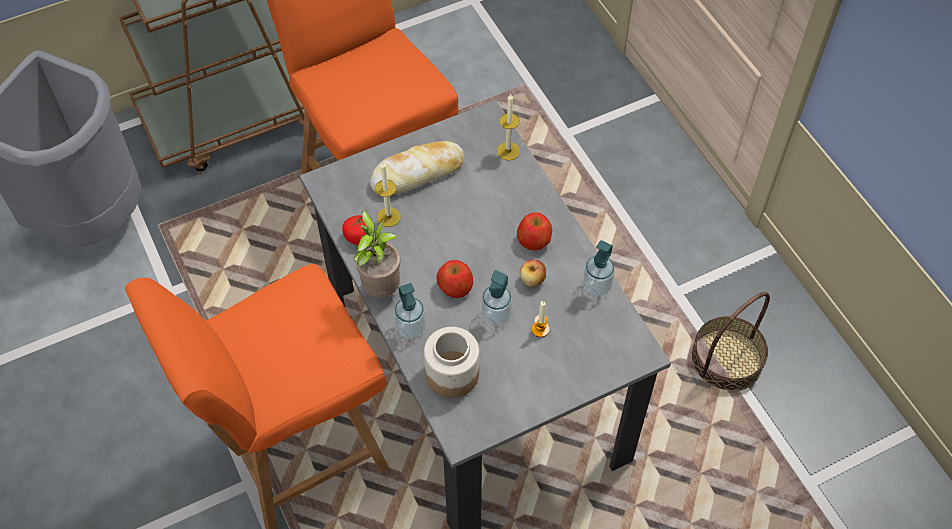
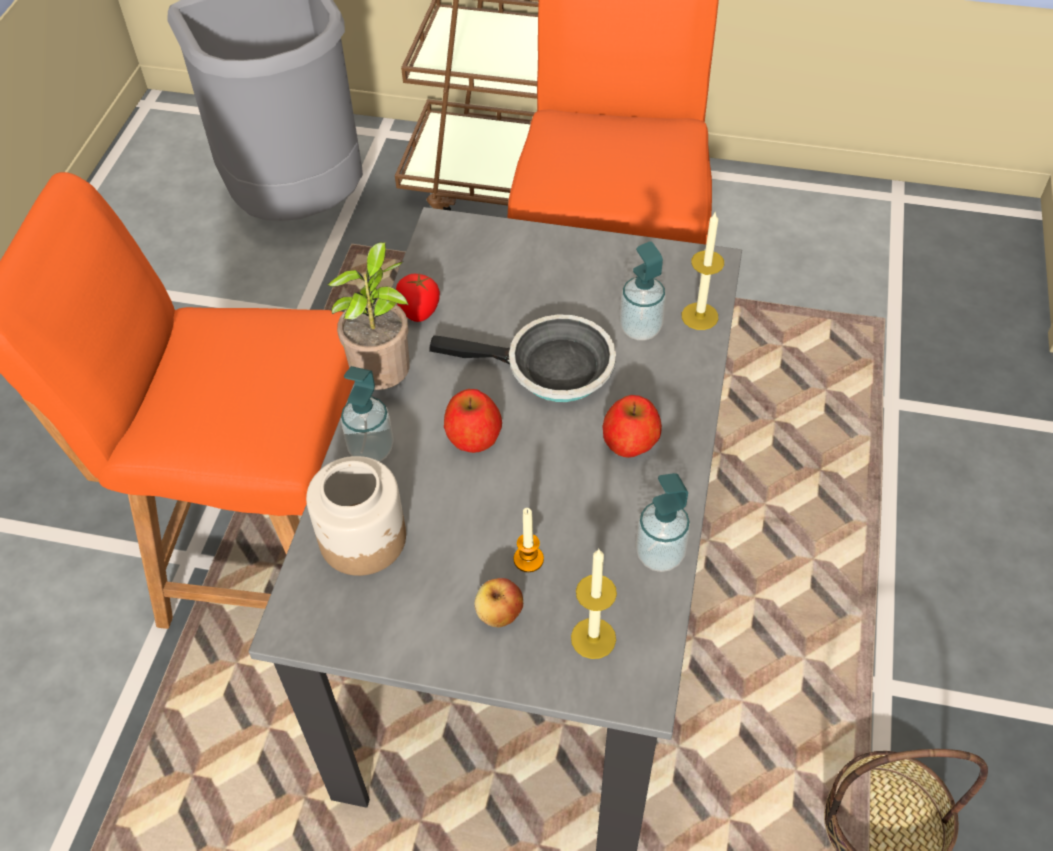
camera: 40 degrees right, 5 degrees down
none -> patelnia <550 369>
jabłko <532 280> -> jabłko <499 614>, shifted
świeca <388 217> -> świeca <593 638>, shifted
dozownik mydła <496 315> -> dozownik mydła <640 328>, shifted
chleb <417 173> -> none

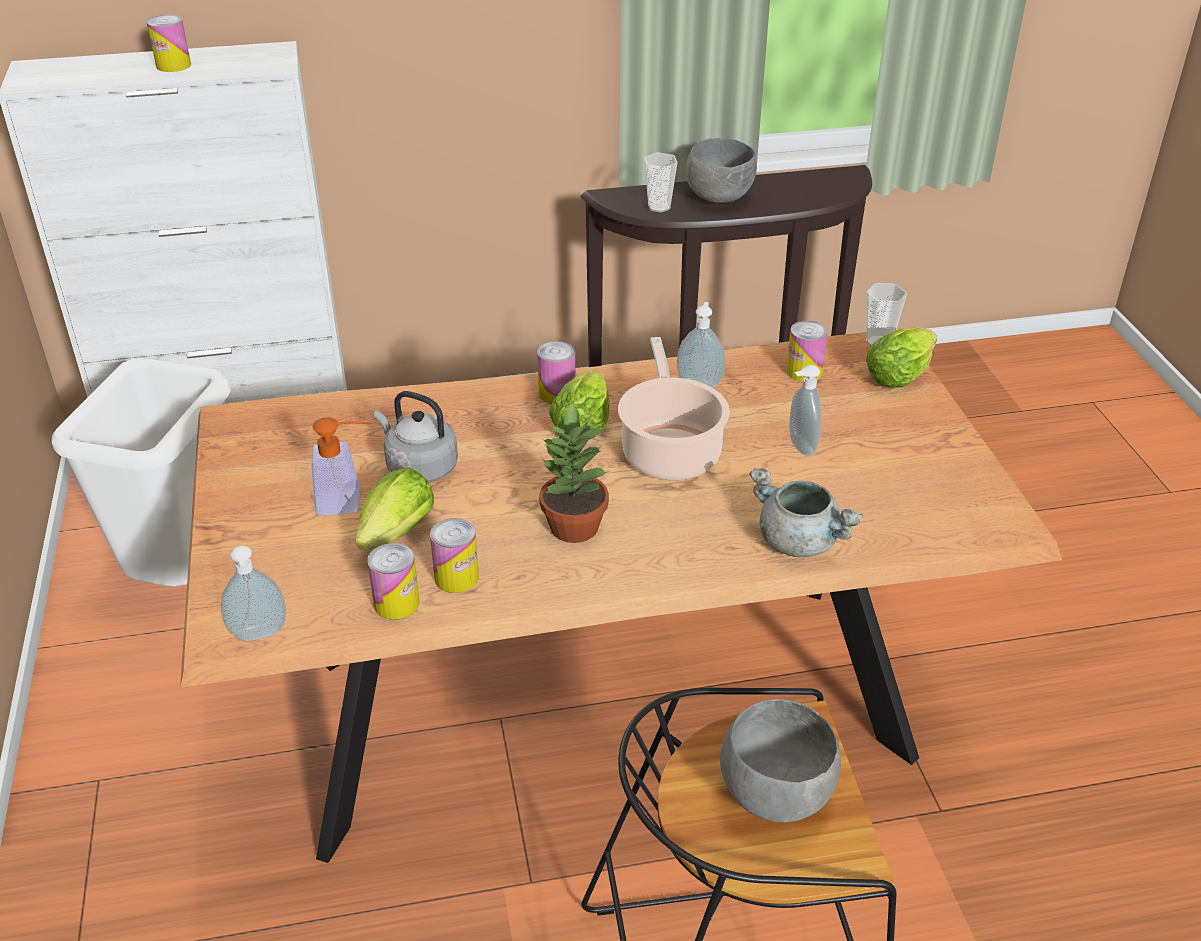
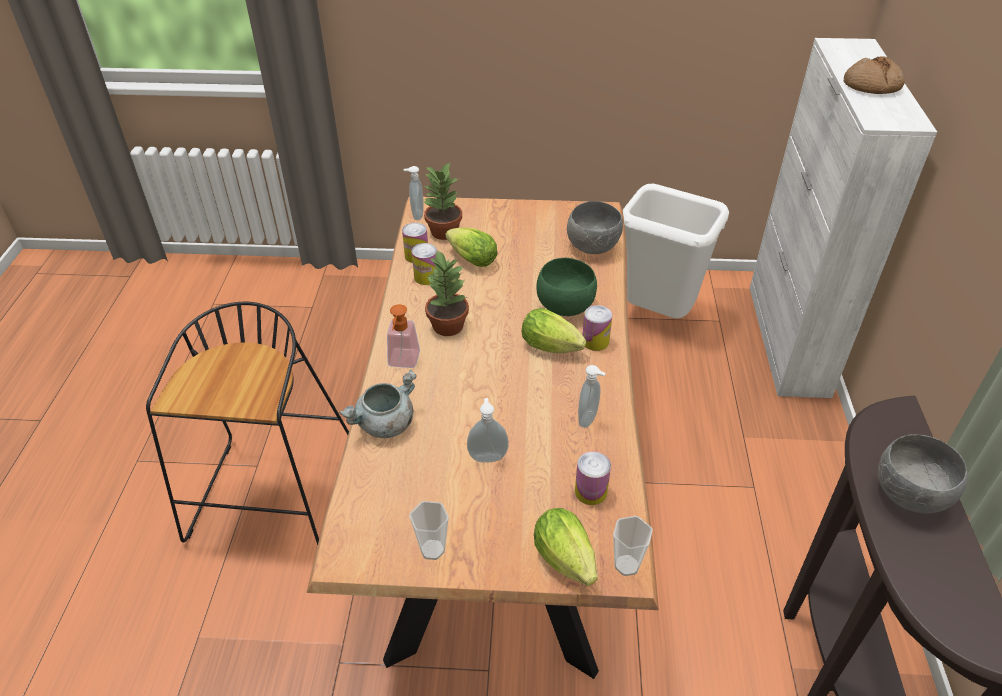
camera: 105 degrees right, 5 degrees up
dozownik mydła <347 501> -> dozownik mydła <402 363>, shifted
filiżanka <659 207> -> filiżanka <432 549>, shifted
none -> roślina doniczkowa <443 232>
none -> miska/zielony <564 306>
miska/szary <775 792> -> miska/szary <594 247>, shifted
puszka <173 65> -> chleb <871 86>
czajnik/szary <419 467> -> none
garnek <670 451> -> none

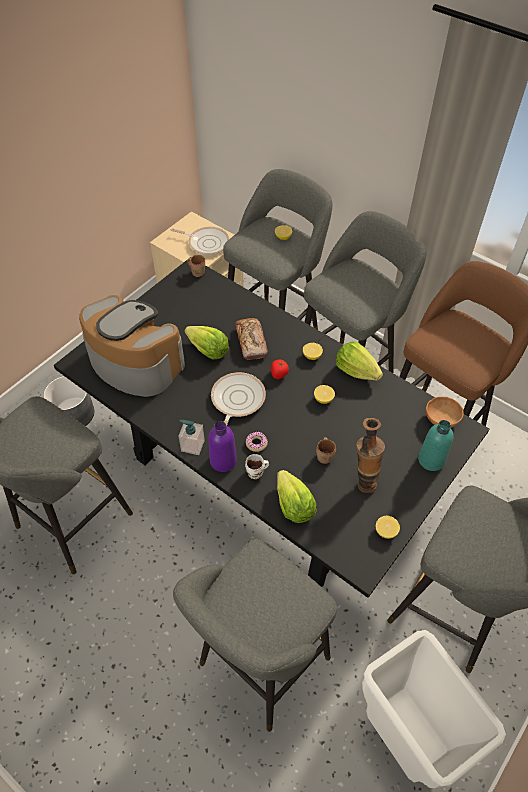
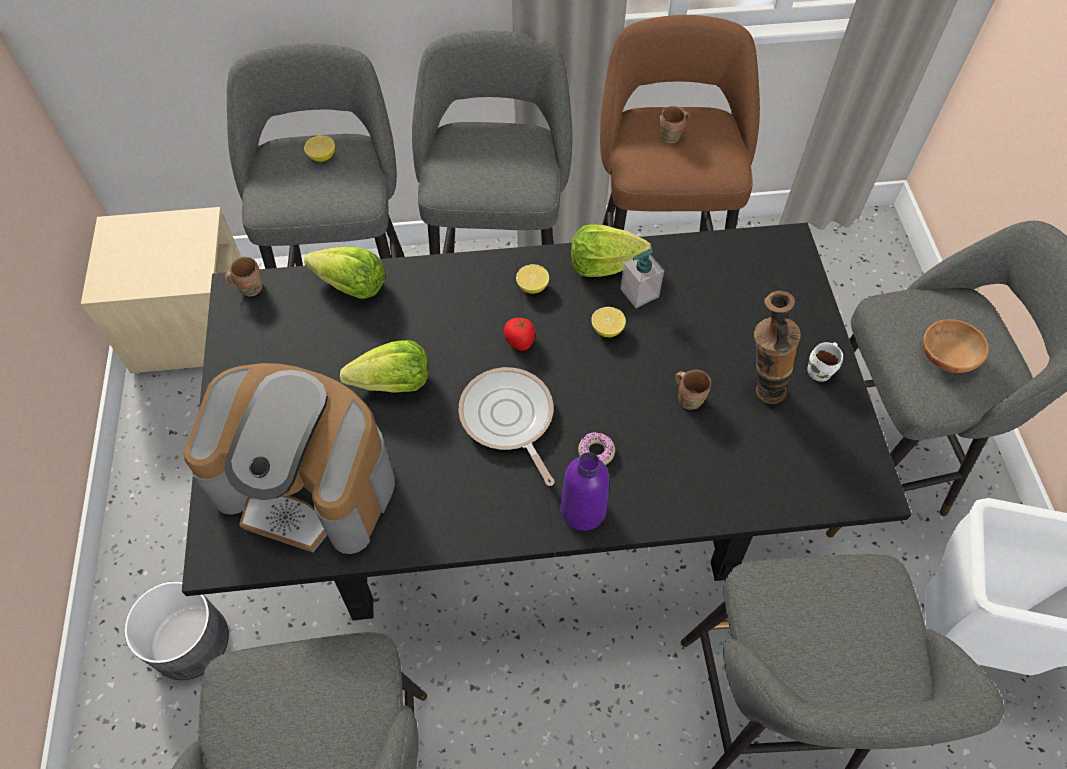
camera: 45 degrees left, 5 degrees up
ekspres do kawy <135 363> -> ekspres do kawy <309 484>, 150 degrees counterclockwise
sałata <293 505> -> sałata <351 286>, shifted
dozownik mydła <192 445> -> dozownik mydła <639 293>, shifted
none -> kubek/brązowy <671 137>
kubek/biały <256 473> -> kubek/biały <821 371>, shifted
miska/brązowy <441 419> -> miska/brązowy <945 357>, shifted
patelnia <206 243> -> none
chleb <251 342> -> none
cytryna <386 531> -> none
butelka/turkusowy <431 460> -> none

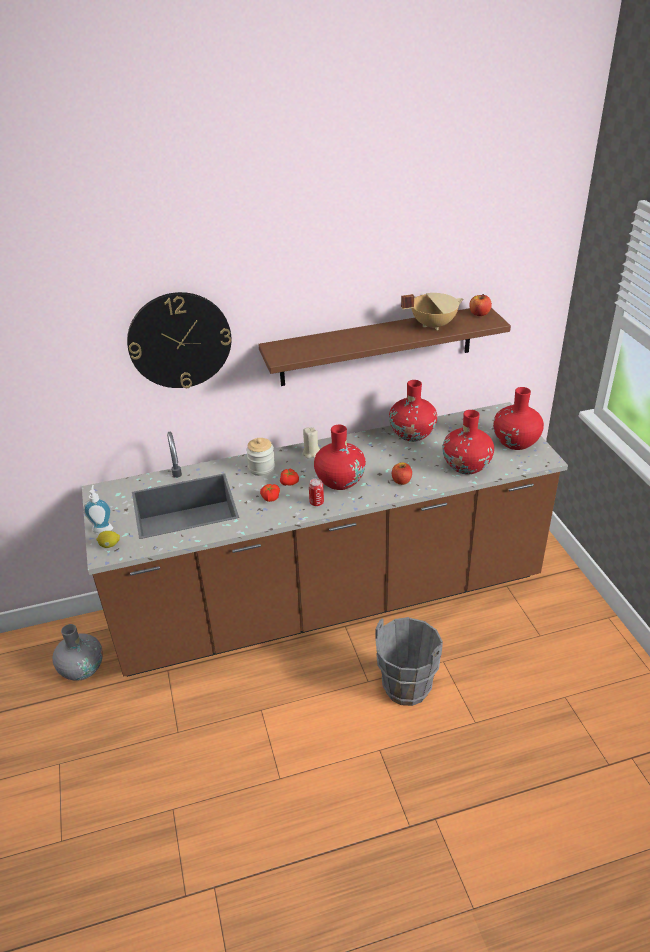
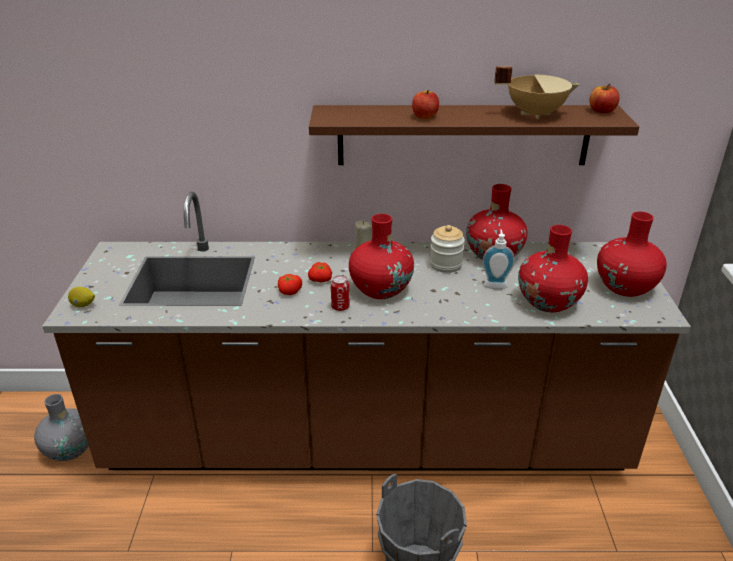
camera: 15 degrees right, 5 degrees down
jabłko <401 481> -> jabłko <424 116>, shifted
słoik <262 468> -> słoik <445 264>, shifted
dozownik mydła <103 528> -> dozownik mydła <495 284>, shifted
zegar ścienny <179 340> -> none

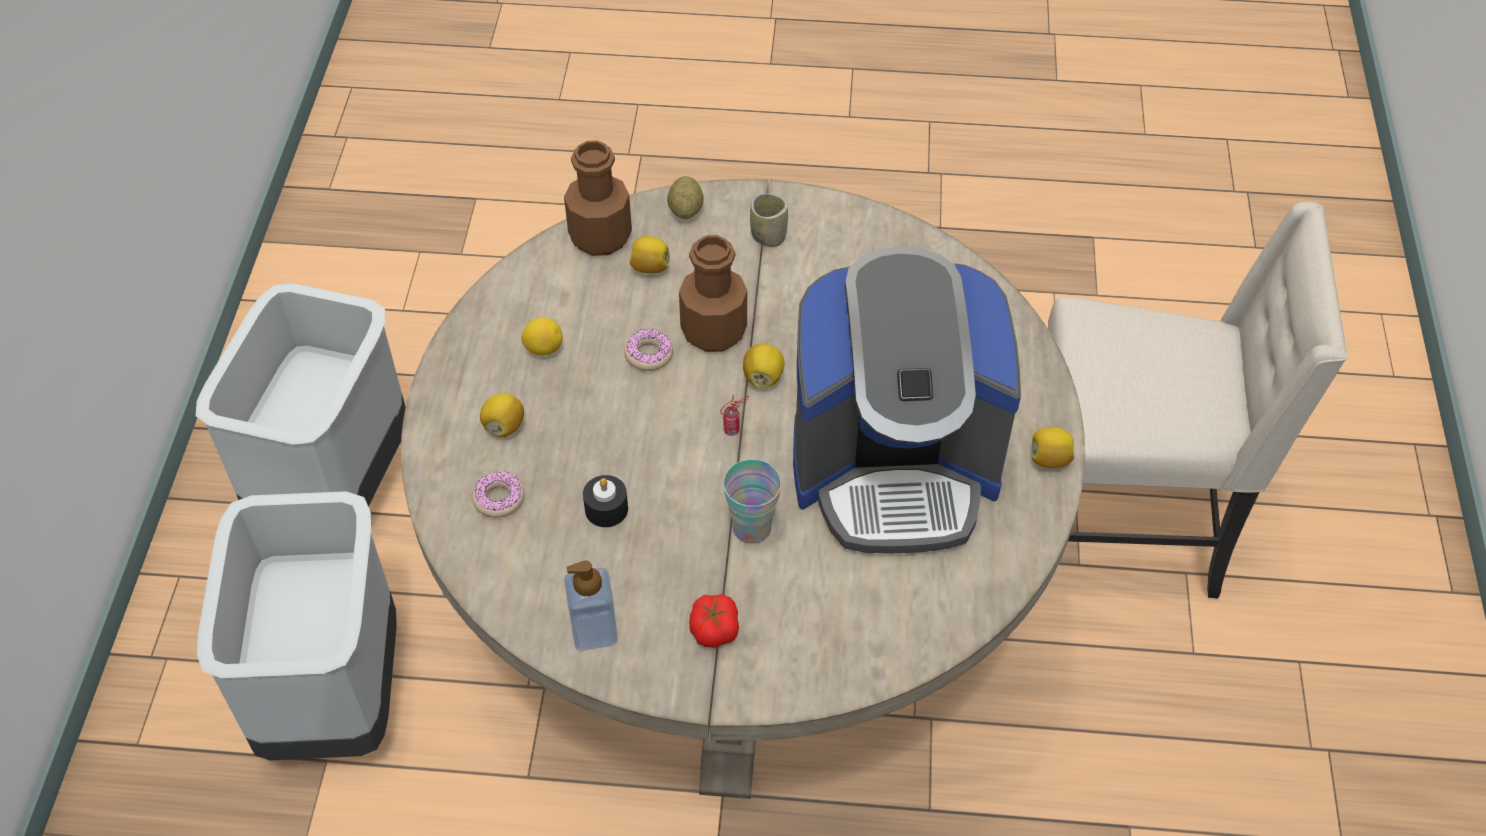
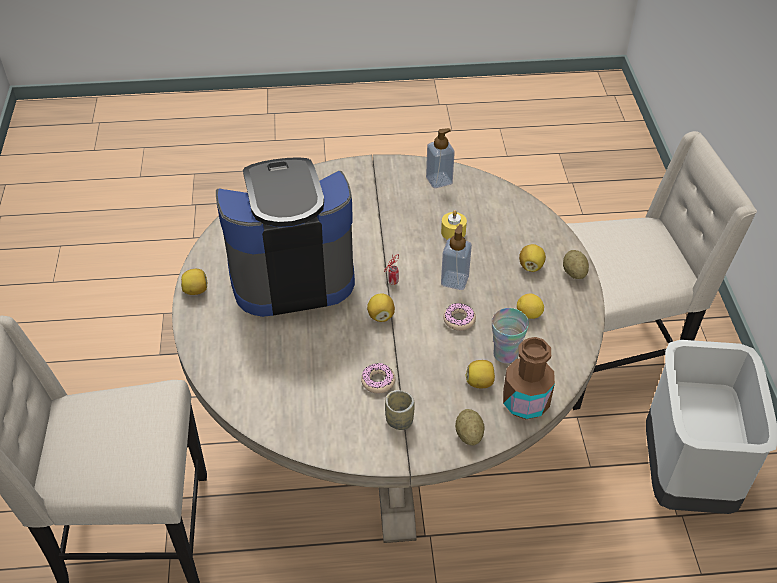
camera: 170 degrees right, 5 degrees down
donut <499 499> -> donut <378 381>, shifted
świeca/czarny <606 509> -> świeca/żółty <453 232>
none -> dozownik mydła <454 280>
filiżanka <751 528> -> filiżanka <505 354>, shifted
none -> ziemniak <574 273>
kosz na śmieci/szary <332 695> -> krzesło/beżowy <610 355>
butelka/brązowy <713 331> -> none
pomidor <714 628> -> none

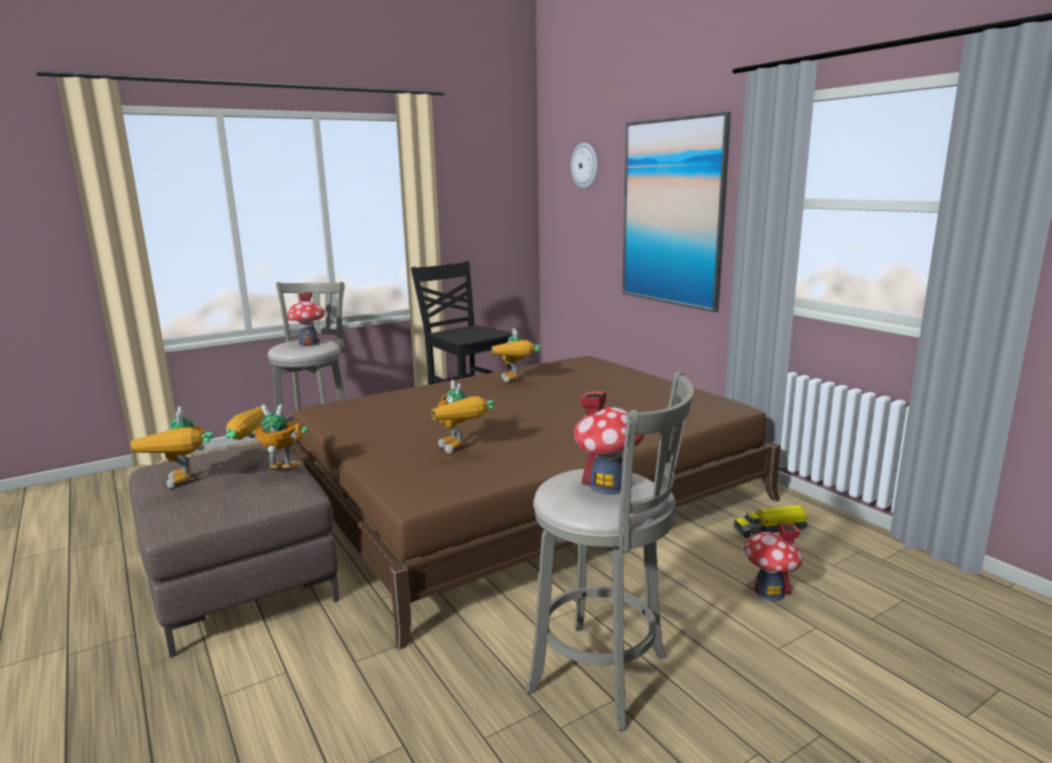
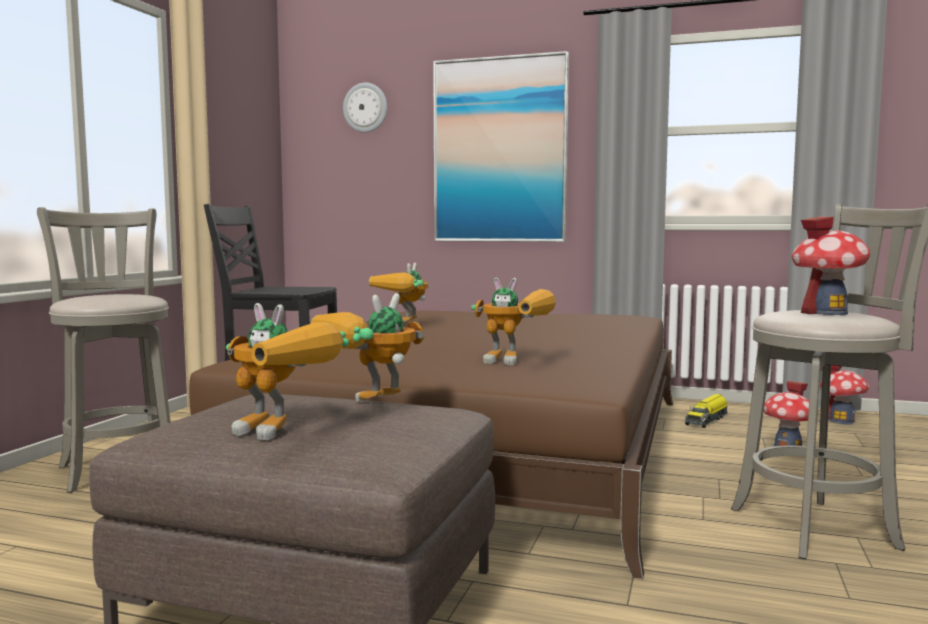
camera: 40 degrees left, 10 degrees down
robot zabawkowy <515 381> -> robot zabawkowy <405 325>, 75 degrees clockwise
domek <309 343> -> domek <841 421>, shifted

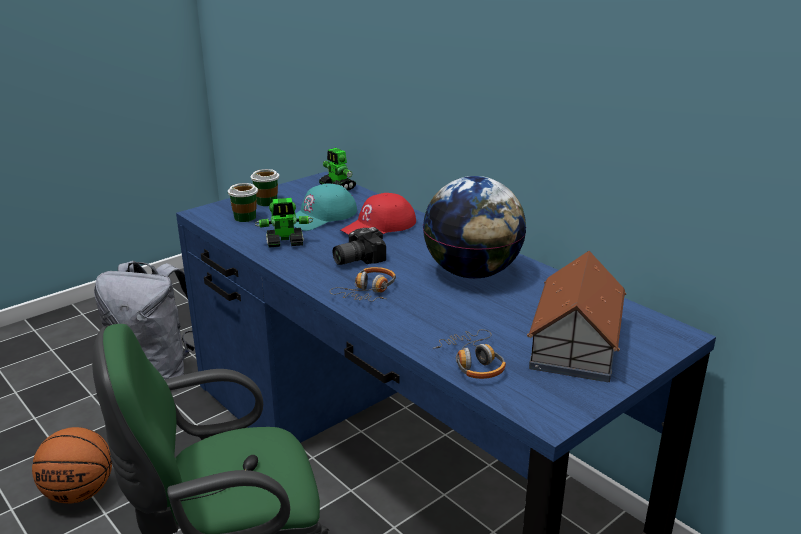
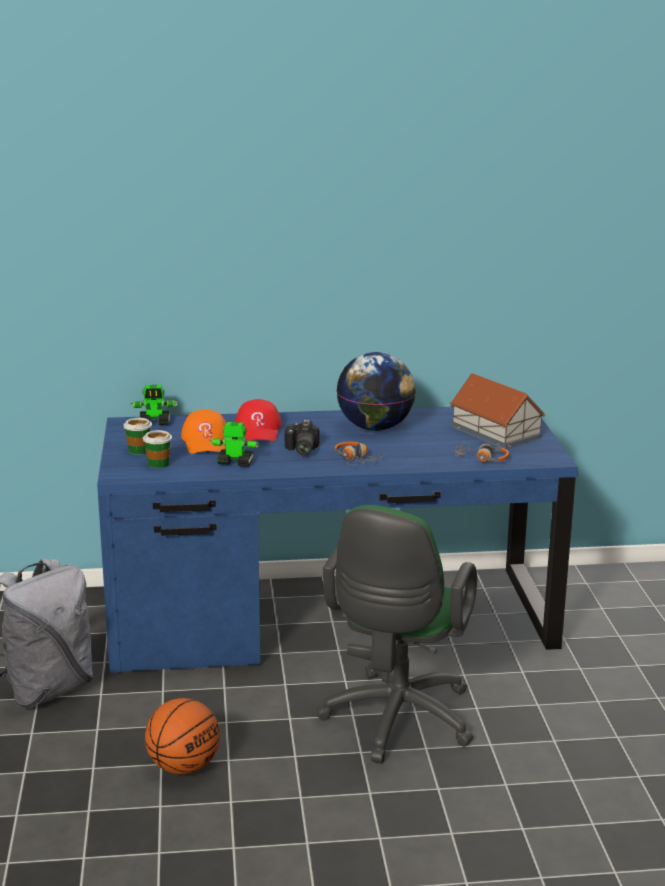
camera: 55 degrees left, 5 degrees down
czapka z daszkiem/turkusowy <321 217> -> czapka z daszkiem/pomarańczowy <206 441>
robot zabawkowy <285 243> -> robot zabawkowy <235 463>, 105 degrees counterclockwise

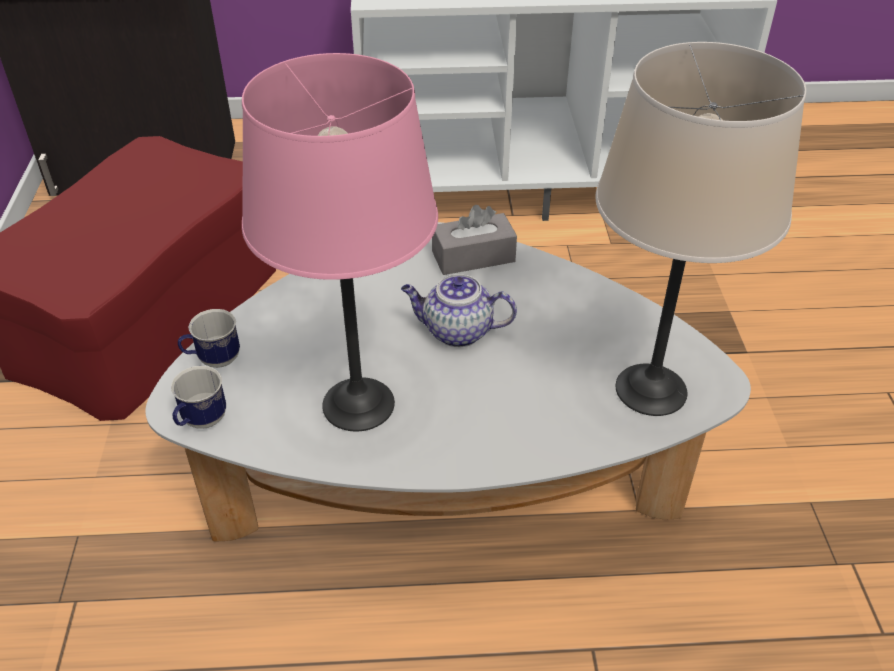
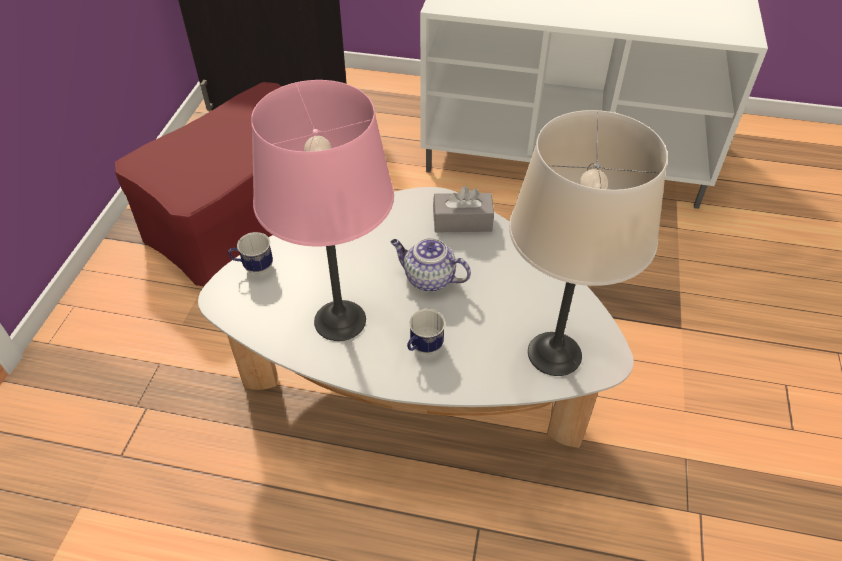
camera: 15 degrees right, 5 degrees up
kubek <201 422> -> kubek <423 348>, shifted

